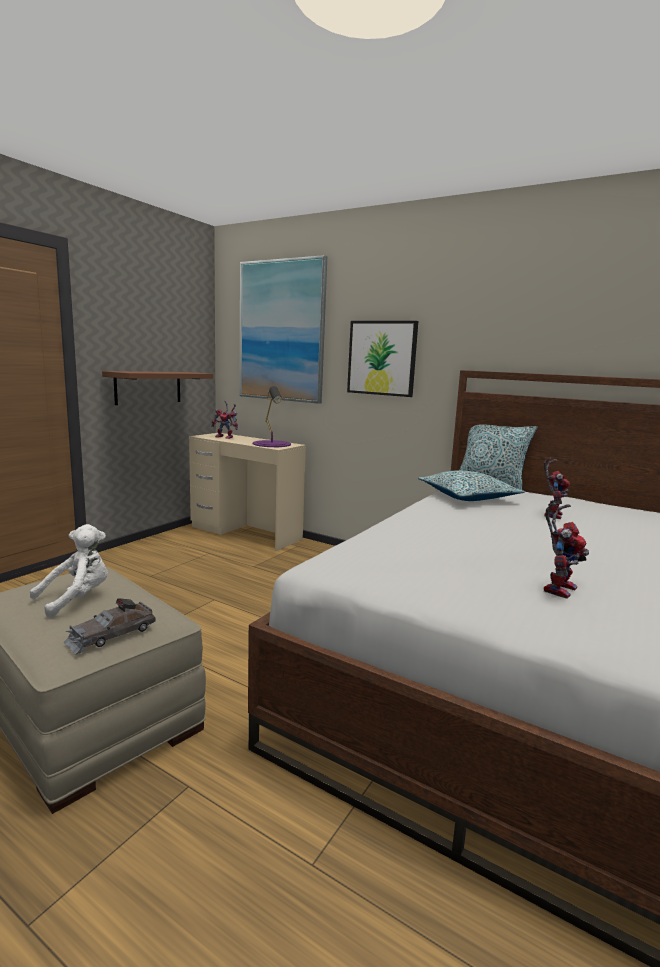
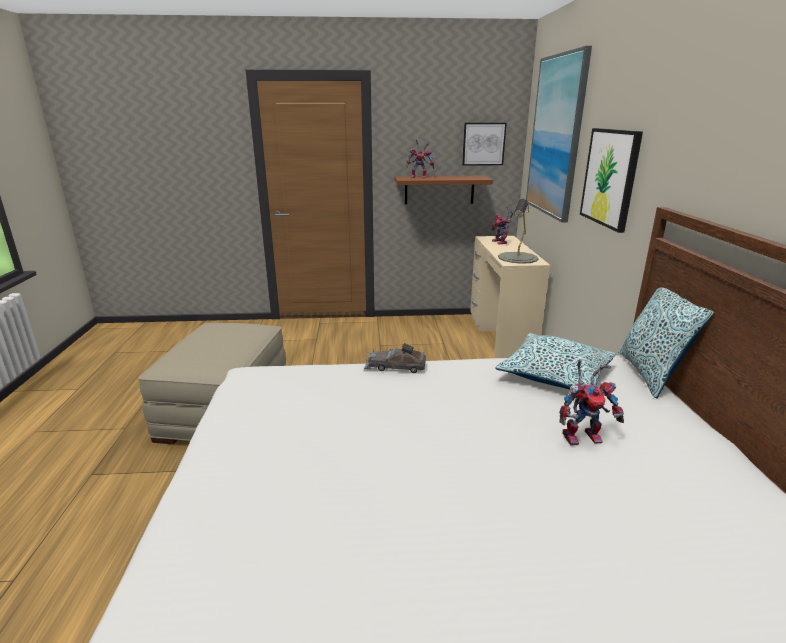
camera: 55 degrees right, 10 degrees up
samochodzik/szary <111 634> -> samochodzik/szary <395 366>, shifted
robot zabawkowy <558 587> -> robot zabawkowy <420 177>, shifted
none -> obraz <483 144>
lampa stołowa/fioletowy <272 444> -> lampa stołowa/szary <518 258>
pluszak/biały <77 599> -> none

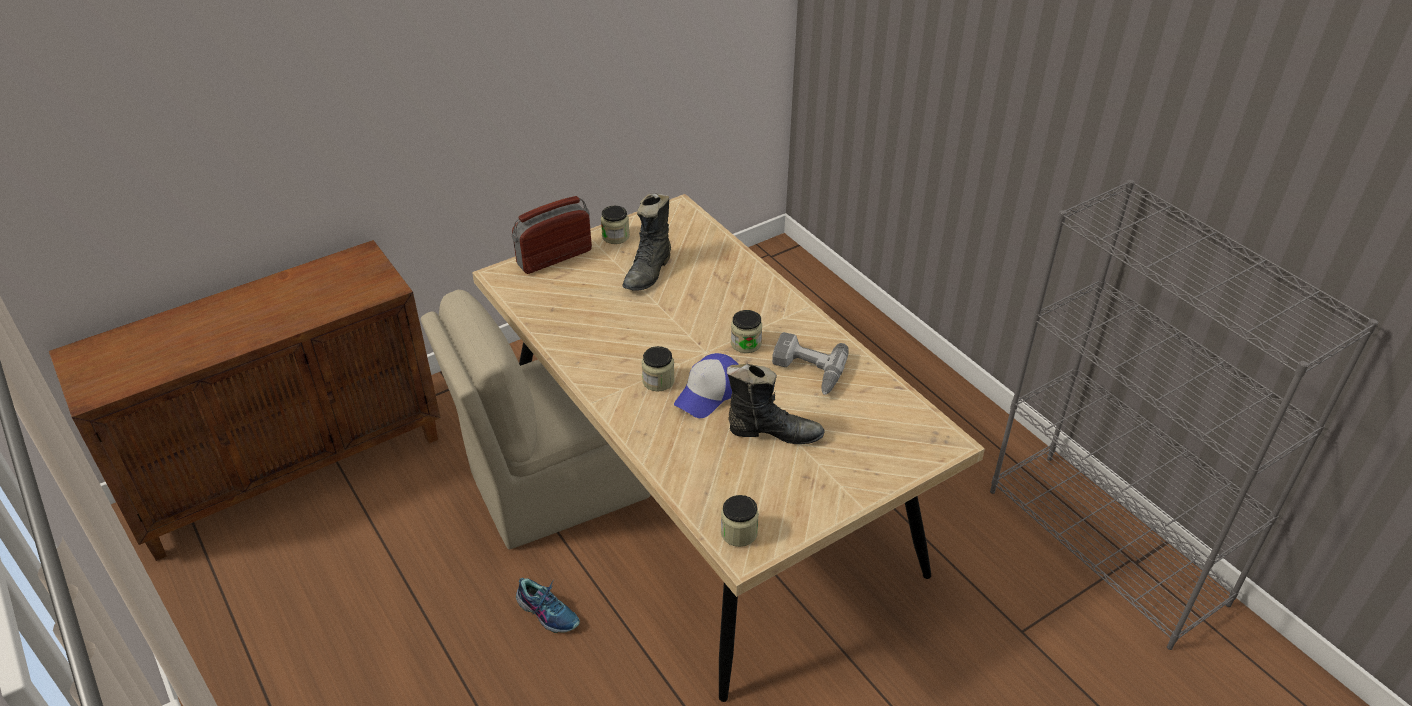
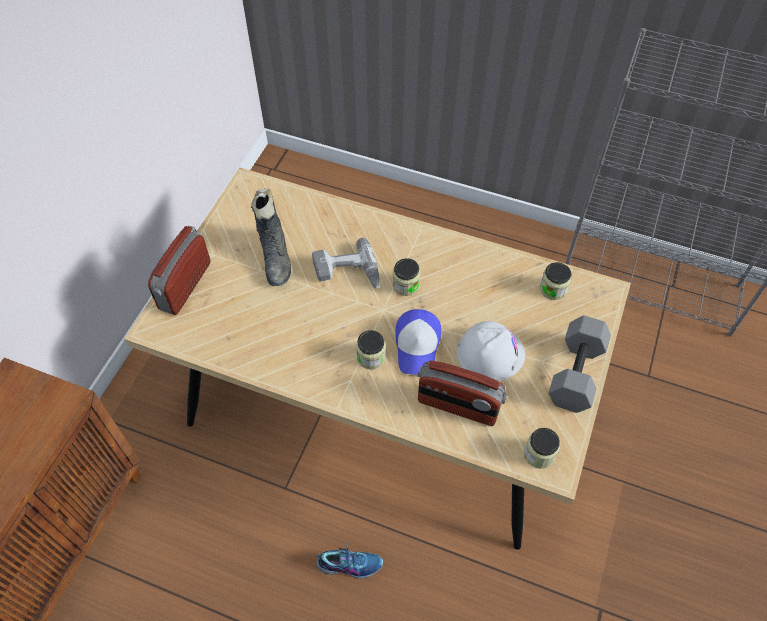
camera: 35 degrees left, 15 degrees up
wiertarka <806 371> -> wiertarka <347 273>, shifted
none -> radio <458 406>
but z cholewką/czarny <773 432> -> kask/biały <490 353>
słoik <615 236> -> słoik <553 289>, shifted
none -> hantel/szary <577 374>
krzesło/beżowy <554 485> -> none

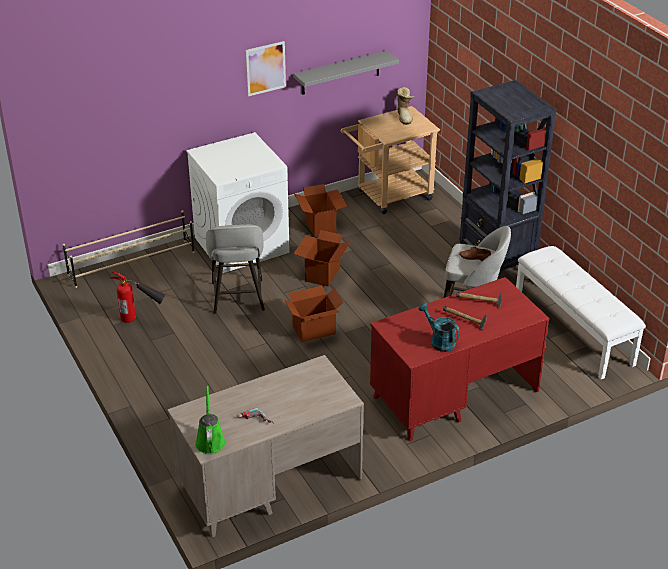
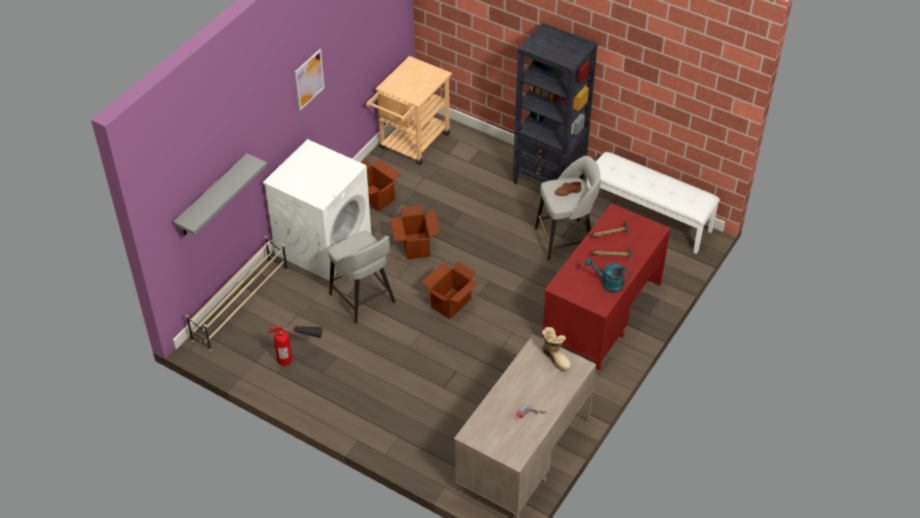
camera: 30 degrees left, 10 degrees up
półka/szary <340 73> -> półka/szary <212 196>, shifted
but z cholewką <405 116> -> but z cholewką <556 357>, shifted
konewka/zielony <210 440> -> none

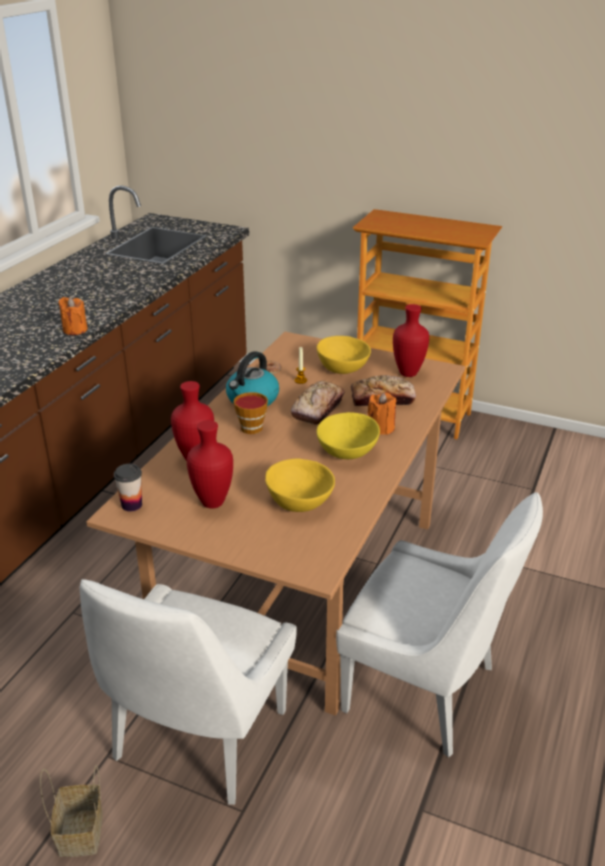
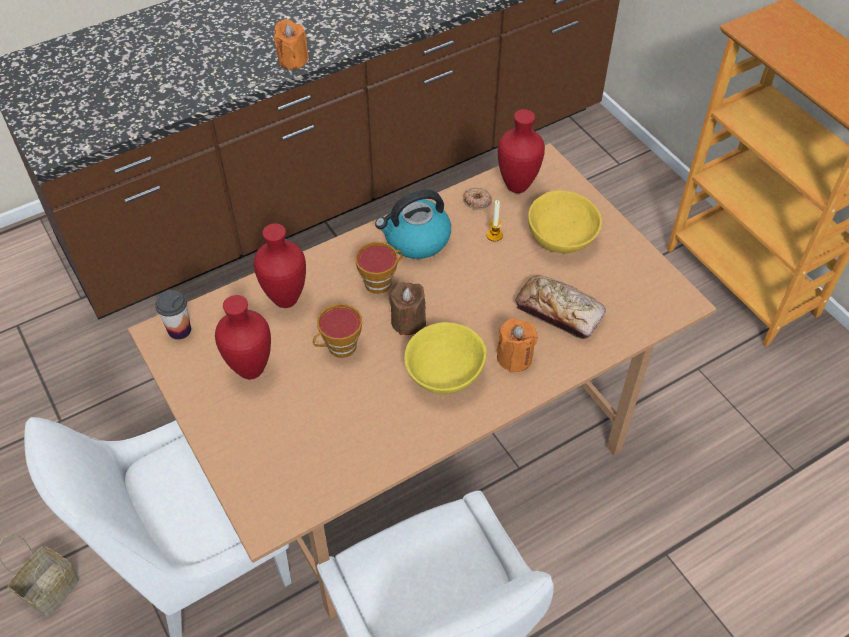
camera: 35 degrees right, 20 degrees up
none -> filiżanka <339 348>
none -> świeca/brązowy <408 321>
wazon/czerwony <407 373> -> wazon/czerwony <517 185>, shifted
miska/żółty <298 501> -> none
chleb <318 408> -> none

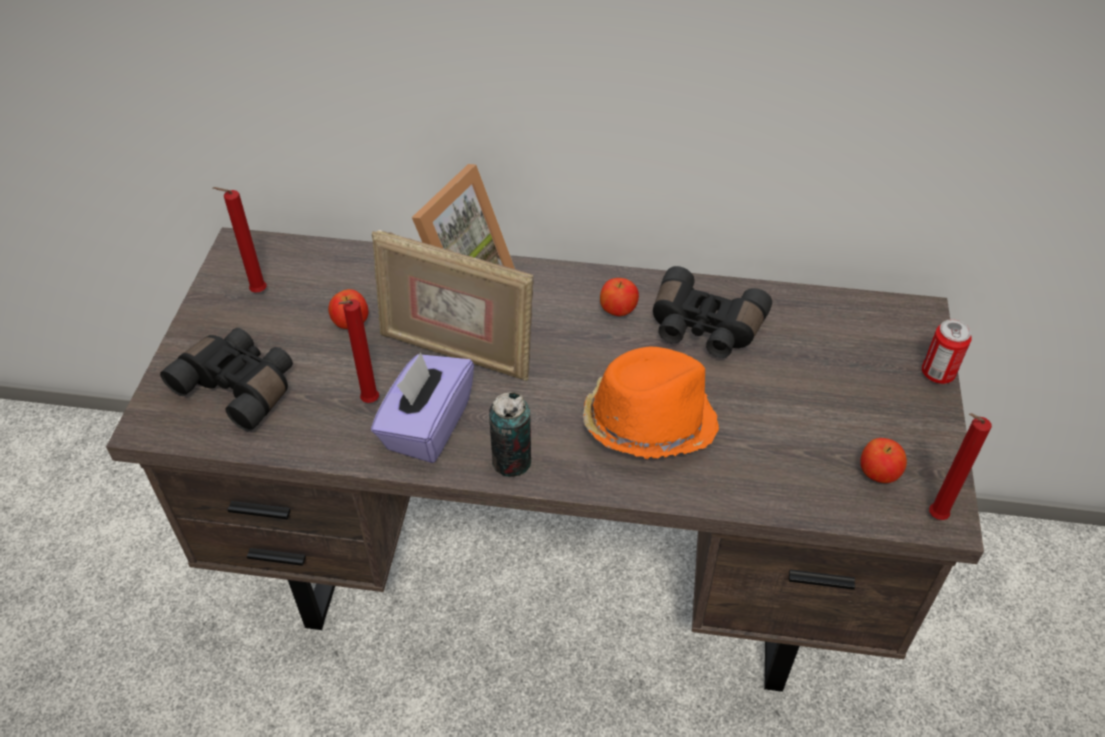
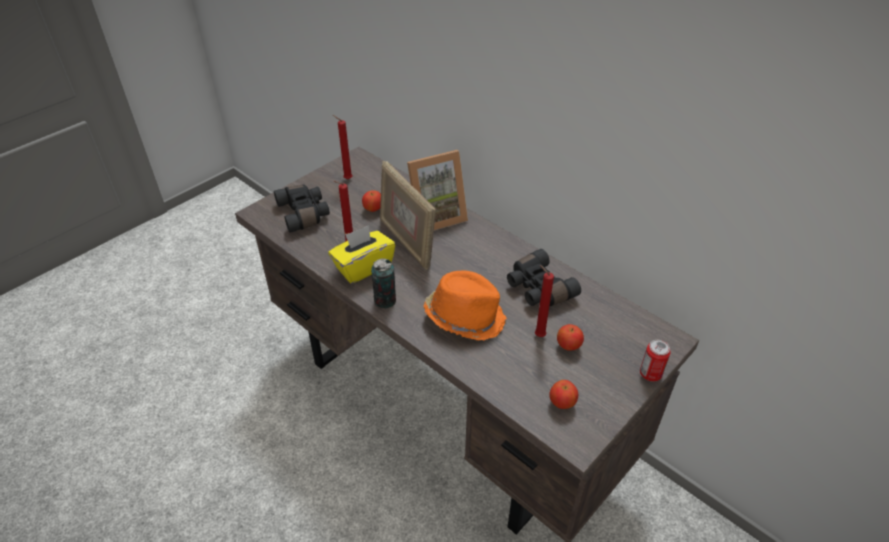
camera: 35 degrees right, 5 degrees down
pudełko chusteczek/fioletowy <426 426> -> pudełko chusteczek/żółty <363 267>
świeca/czerwony <933 516> -> świeca/czerwony <538 335>, shifted
jabłko <618 310> -> jabłko <568 346>, shifted

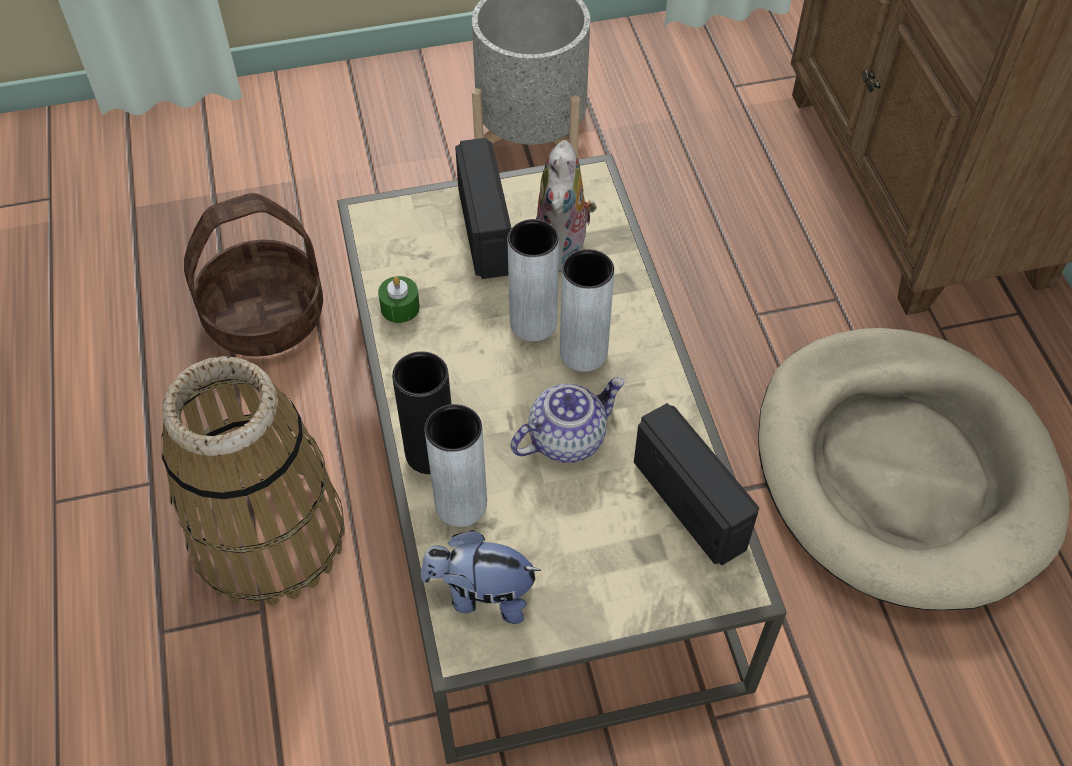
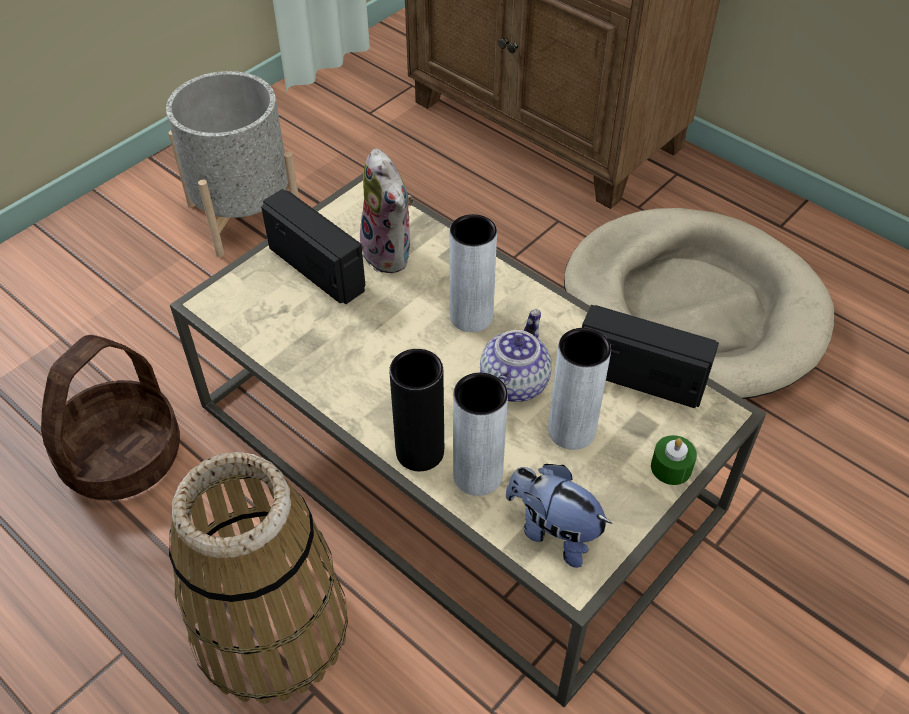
camera: 35 degrees left, 5 degrees down
pluszak <481 595> -> pluszak <553 531>, 60 degrees clockwise
wazon/szary <533 323> -> wazon/szary <571 431>, shifted
świeca/zielony <400 307> -> świeca/zielony <671 467>, shifted

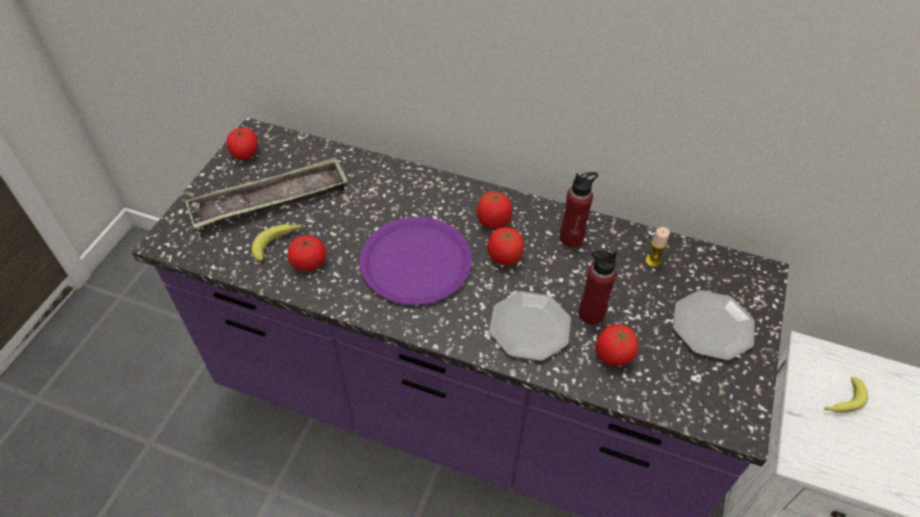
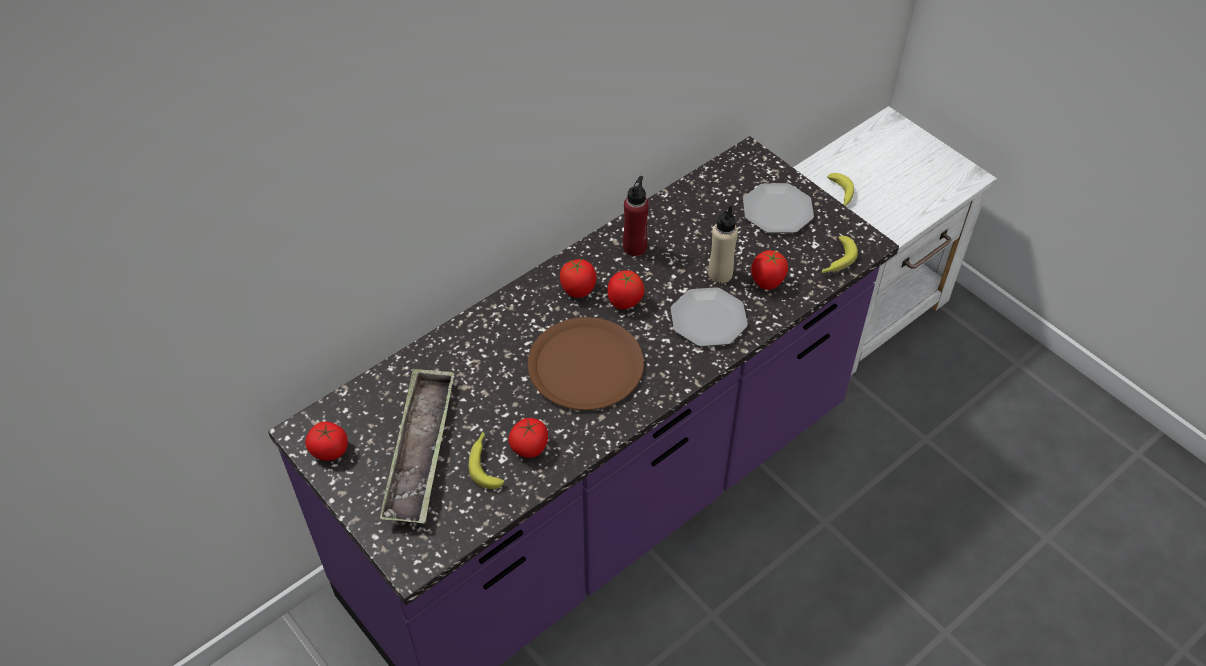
camera: 60 degrees left, 0 degrees up
talerz/fioletowy <415 261> -> talerz/brązowy <585 365>
butelka/czerwony <591 313> -> butelka/beżowy <720 274>
none -> banan <836 261>
świeca <652 261> -> none

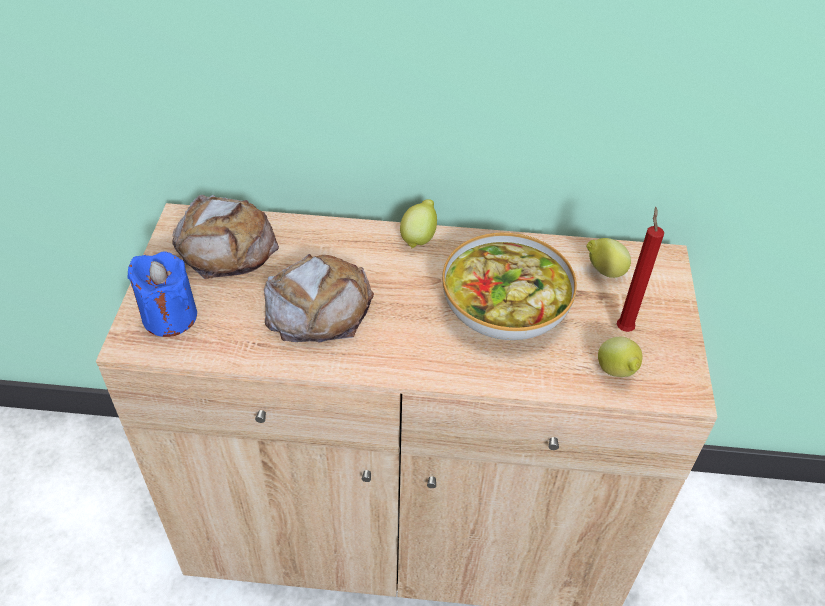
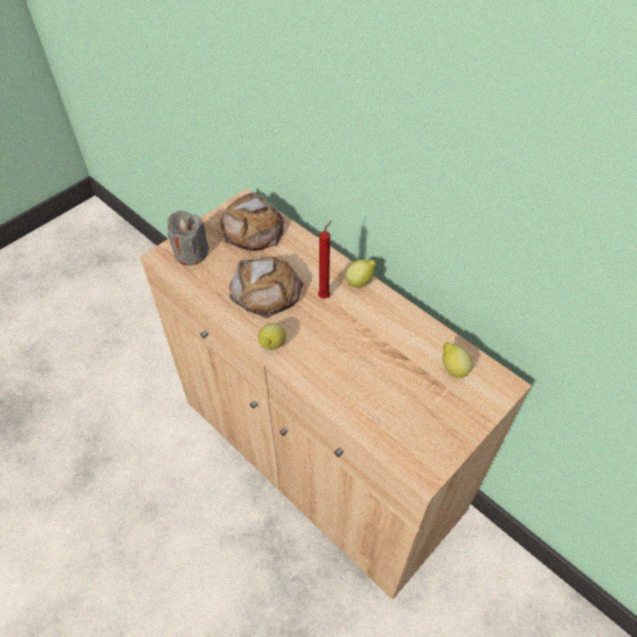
camera: 40 degrees right, 5 degrees up
świeca/niebieski <170 316> -> świeca/szary <191 253>
cytryna <616 372> -> cytryna <272 346>, shifted
świeca/czerwony <623 327> -> świeca/czerwony <325 296>, shifted
miska <504 306> -> none

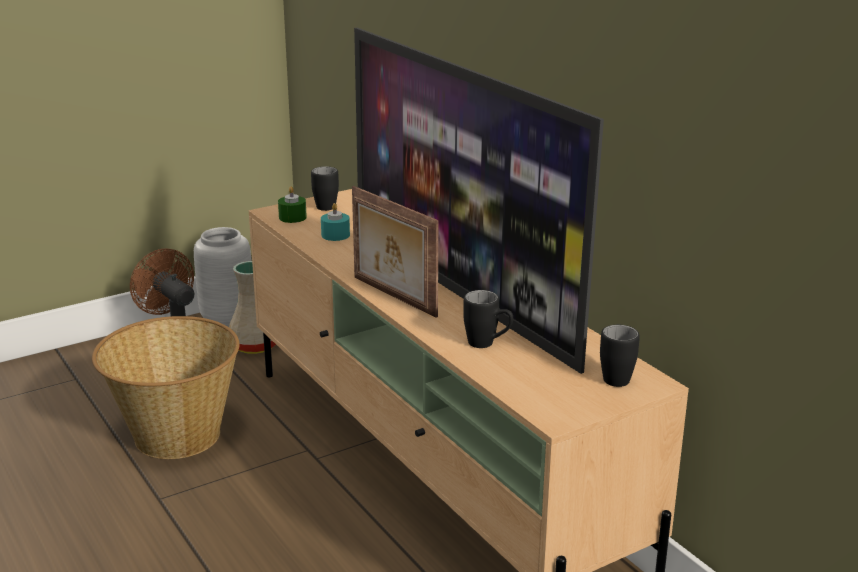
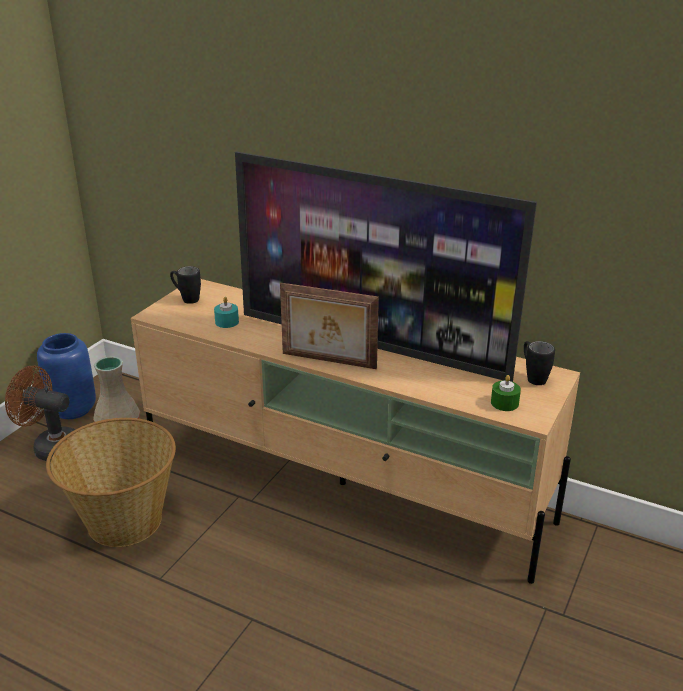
camera: 30 degrees left, 5 degrees up
wazon/szary <228 318> -> wazon/niebieski <73 409>
świeca/zielony <292 217> -> świeca/zielony <504 403>, shifted
kubek/czarny <488 344> -> none

